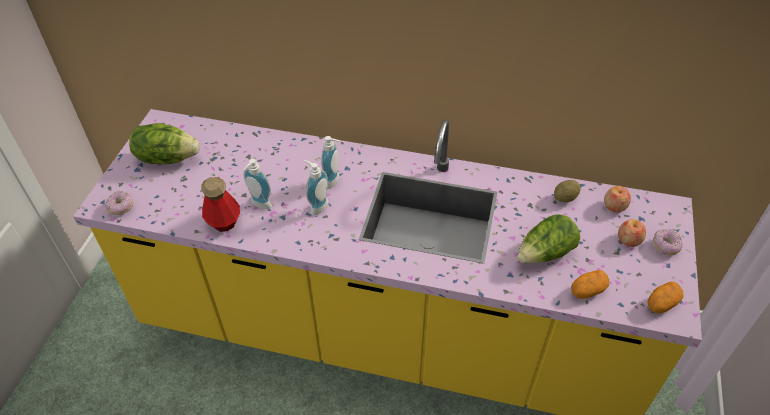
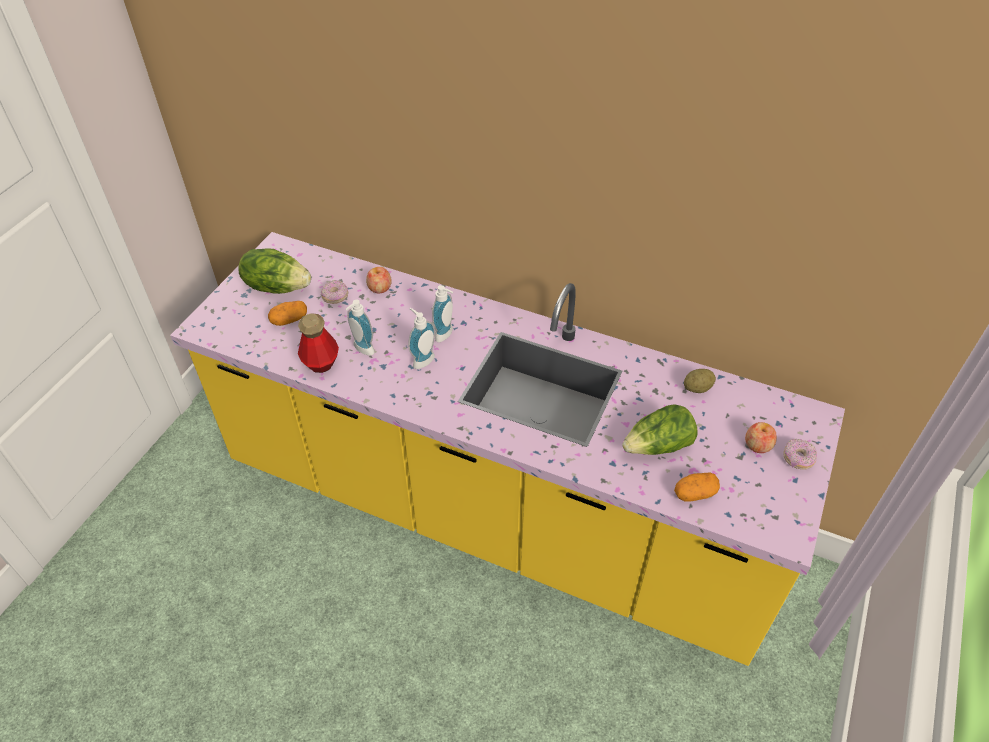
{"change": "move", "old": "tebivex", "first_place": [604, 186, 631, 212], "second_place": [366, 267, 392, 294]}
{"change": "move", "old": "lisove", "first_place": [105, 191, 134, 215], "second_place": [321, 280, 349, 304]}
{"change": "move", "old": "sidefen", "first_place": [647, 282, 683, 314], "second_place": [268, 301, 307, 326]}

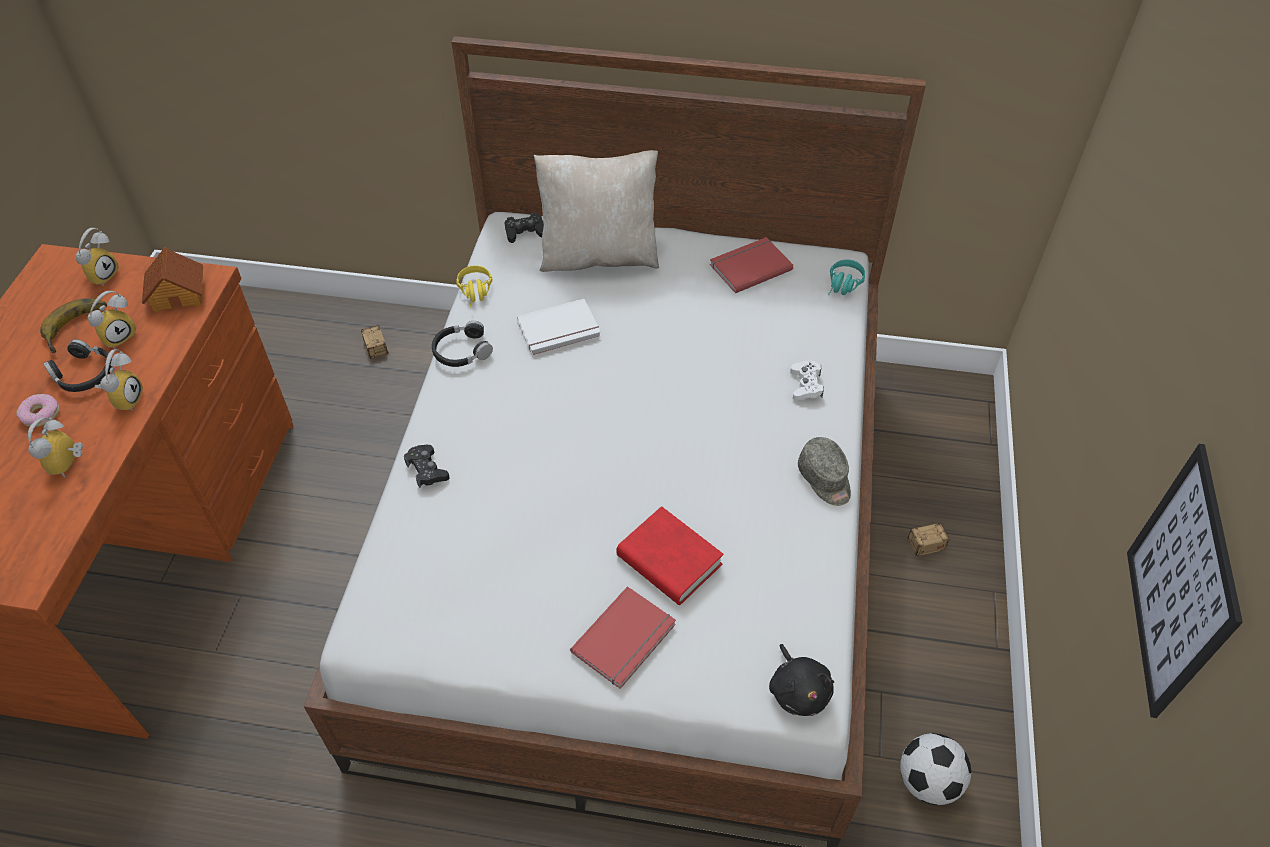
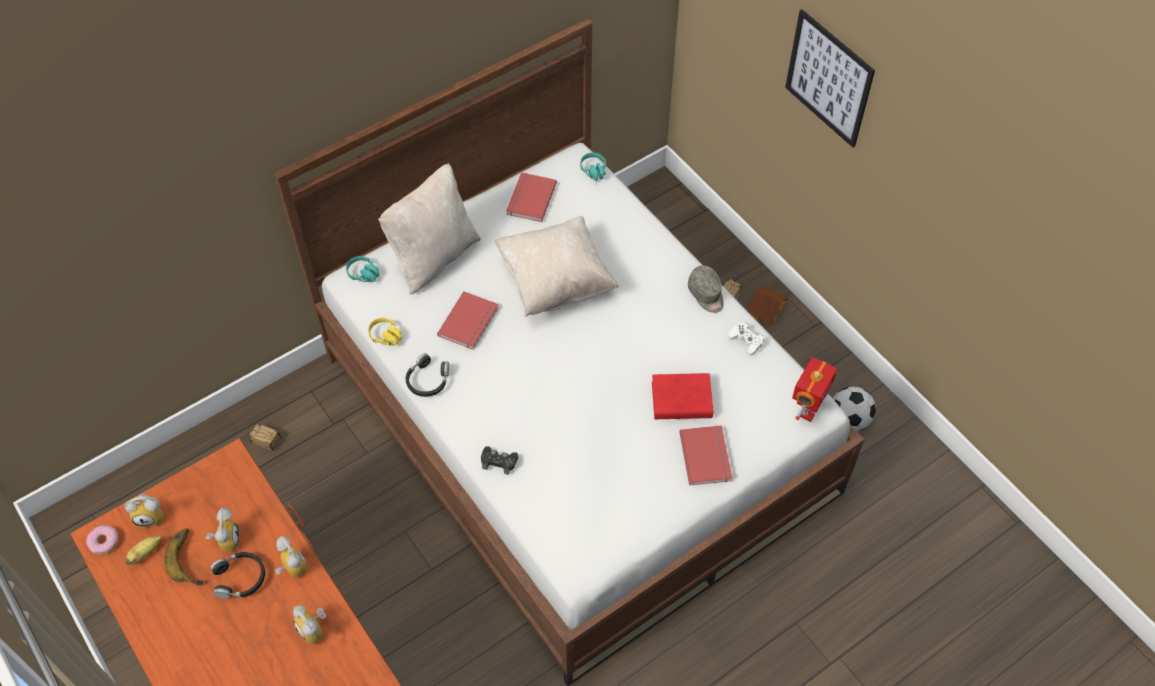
{"change": "replace", "old": "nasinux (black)", "new": "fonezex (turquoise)", "first_place": [505, 212, 544, 243], "second_place": [346, 256, 380, 284]}
{"change": "rotate", "old": "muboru", "first_place": [75, 228, 119, 286], "second_place": [124, 494, 164, 527], "degrees": 105}
{"change": "move", "old": "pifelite", "first_place": [142, 247, 203, 312], "second_place": [747, 286, 788, 327]}
{"change": "recolor", "old": "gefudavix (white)", "new": "gefudavix (red)", "first_place": [517, 299, 601, 356], "second_place": [437, 291, 499, 350]}
{"change": "move", "old": "nasinux (white)", "first_place": [790, 361, 824, 400], "second_place": [728, 322, 764, 356]}
{"change": "move", "old": "lisove", "first_place": [16, 394, 60, 427], "second_place": [86, 525, 119, 555]}
{"change": "rotate", "old": "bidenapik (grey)", "first_place": [798, 437, 851, 506], "second_place": [688, 266, 724, 313], "degrees": 45}
{"change": "move", "old": "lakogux", "first_place": [1127, 444, 1243, 718], "second_place": [785, 9, 875, 148]}
{"change": "replace", "old": "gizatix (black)", "new": "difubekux", "first_place": [769, 644, 834, 716], "second_place": [792, 357, 837, 422]}
{"change": "insert", "new": "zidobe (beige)", "second_place": [494, 216, 619, 317]}
{"change": "insert", "new": "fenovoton", "second_place": [125, 536, 162, 565]}

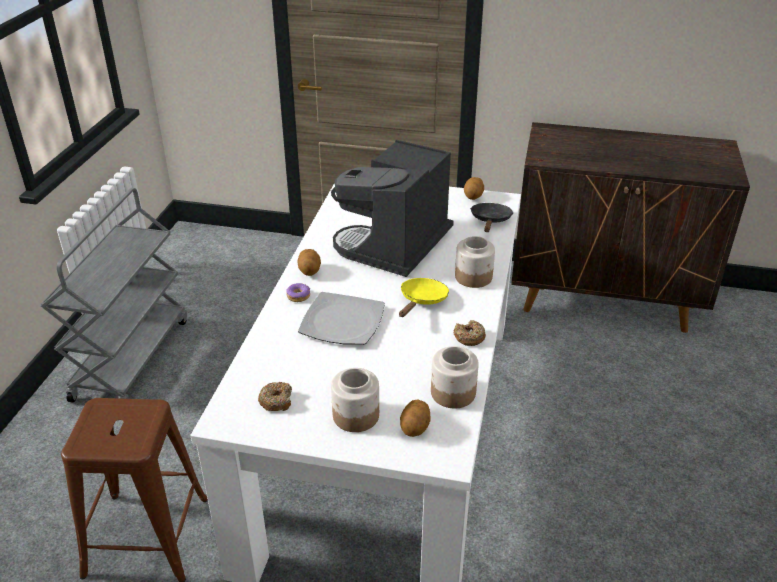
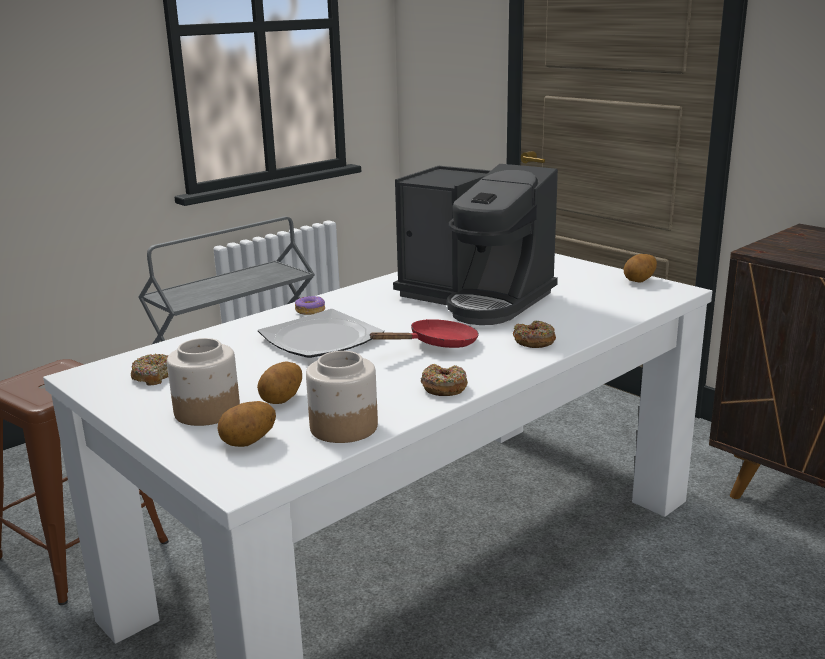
{"change": "rotate", "old": "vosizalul", "first_place": [331, 140, 454, 277], "second_place": [393, 164, 558, 325], "degrees": -120}
{"change": "delete", "old": "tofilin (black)", "first_place": [470, 203, 514, 232]}
{"change": "replace", "old": "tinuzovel", "new": "lisove", "first_place": [455, 236, 495, 288], "second_place": [513, 320, 556, 348]}
{"change": "move", "old": "sidefen", "first_place": [298, 249, 321, 276], "second_place": [257, 361, 302, 404]}
{"change": "recolor", "old": "tofilin (yellow)", "new": "tofilin (red)", "first_place": [399, 278, 449, 317], "second_place": [369, 319, 479, 348]}

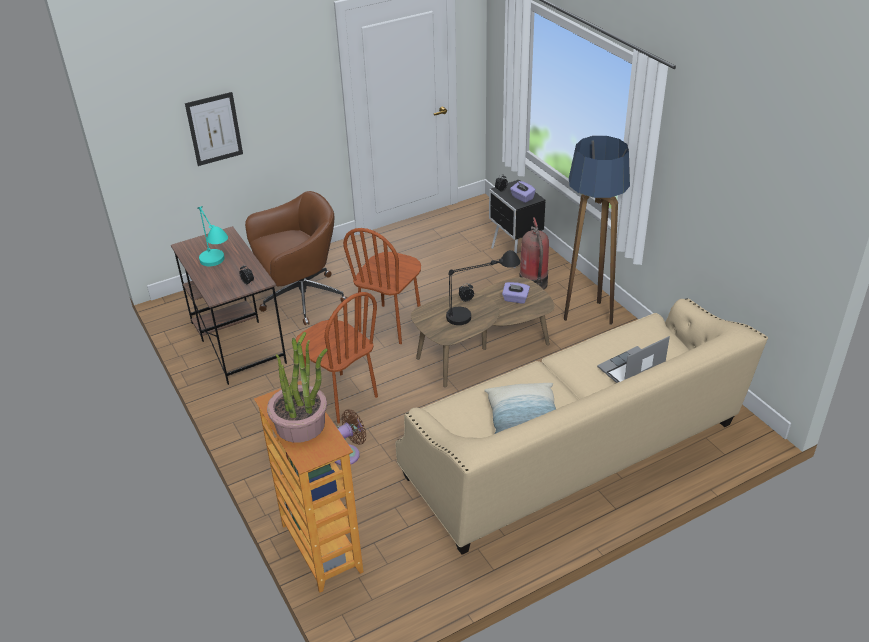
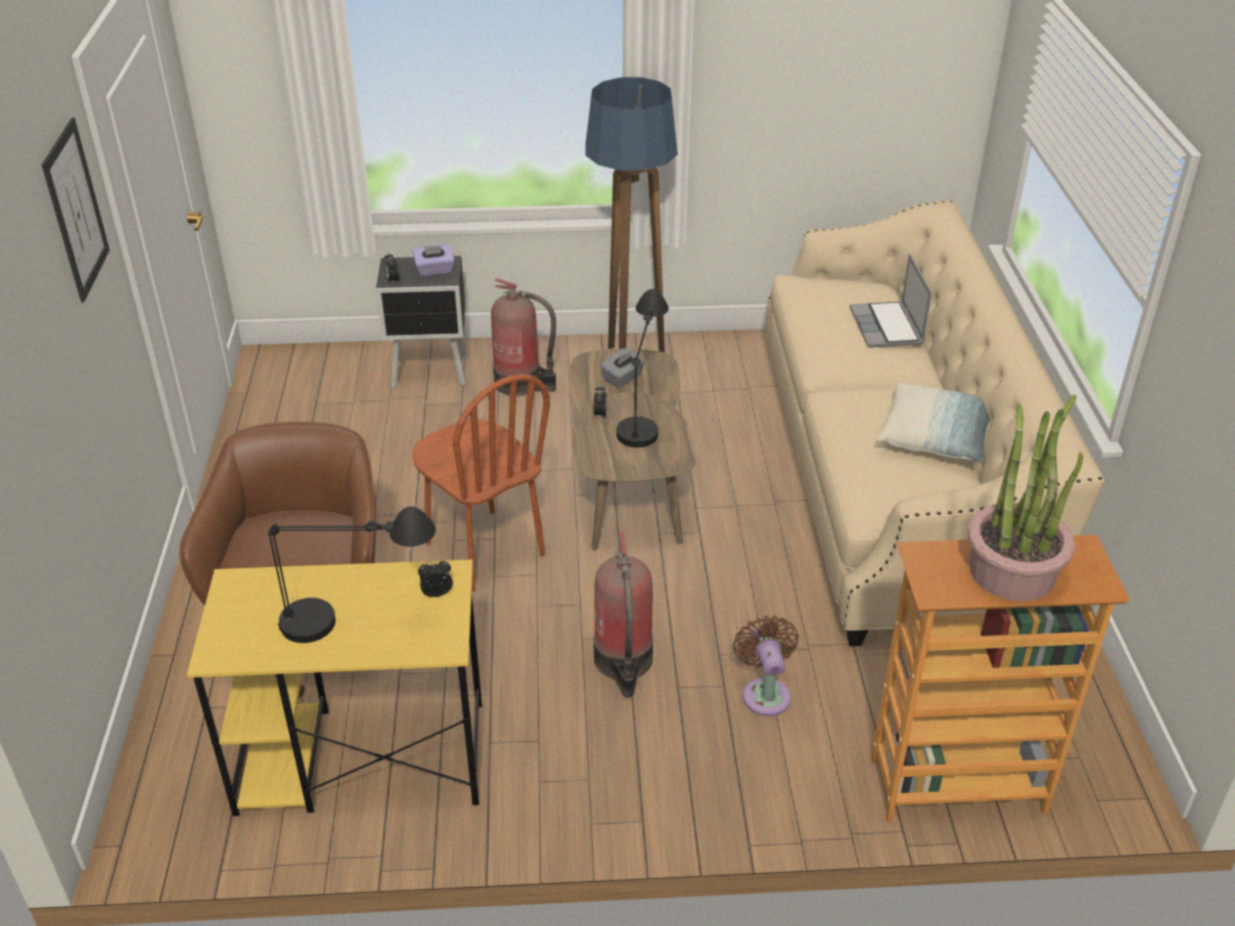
{"change": "move", "old": "lakogux", "first_place": [185, 92, 243, 166], "second_place": [42, 117, 110, 302]}
{"change": "recolor", "old": "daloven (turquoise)", "new": "daloven (black)", "first_place": [197, 206, 228, 266], "second_place": [267, 507, 436, 643]}
{"change": "recolor", "old": "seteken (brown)", "new": "seteken (yellow)", "first_place": [171, 226, 287, 385], "second_place": [187, 559, 482, 816]}
{"change": "recolor", "old": "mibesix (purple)", "new": "mibesix (grey)", "first_place": [502, 282, 530, 304], "second_place": [600, 348, 645, 388]}
{"change": "replace", "old": "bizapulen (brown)", "new": "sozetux", "first_place": [295, 292, 378, 423], "second_place": [594, 532, 653, 698]}

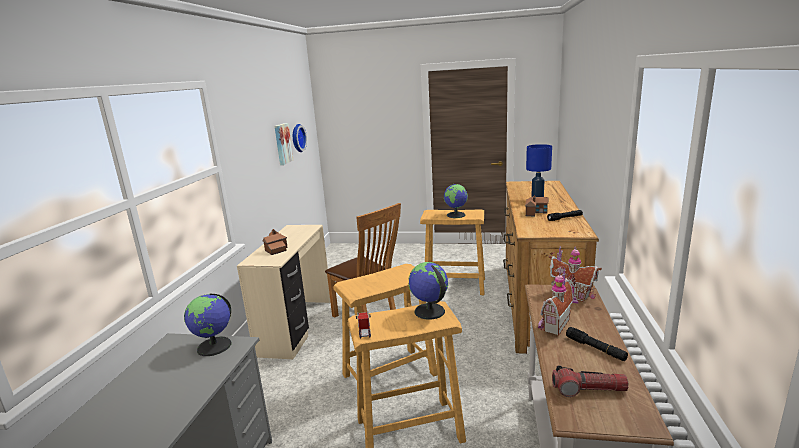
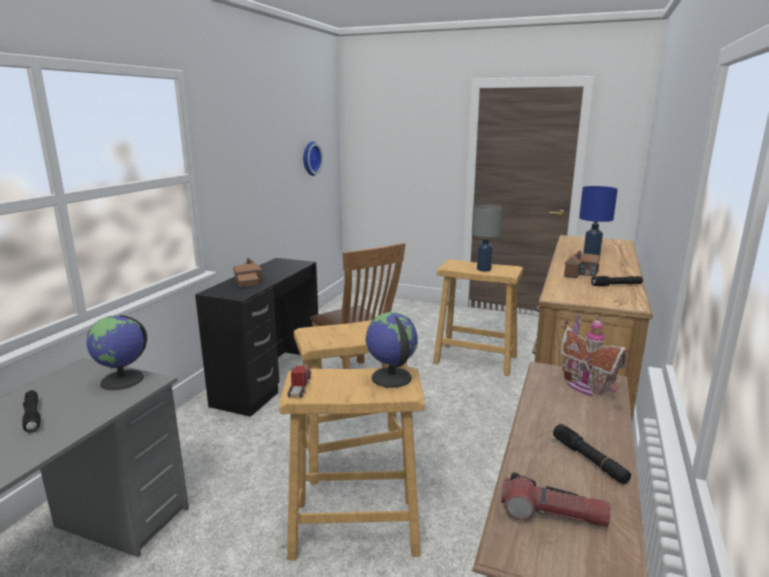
{"change": "delete", "old": "lakogux", "first_place": [274, 123, 293, 165]}
{"change": "replace", "old": "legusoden", "new": "daloven (grey)", "first_place": [444, 184, 468, 218], "second_place": [472, 205, 503, 271]}
{"change": "recolor", "old": "seteken (beige)", "new": "seteken (black)", "first_place": [237, 225, 330, 360], "second_place": [195, 258, 318, 417]}
{"change": "delete", "old": "pifelite", "first_place": [538, 268, 573, 336]}
{"change": "insert", "new": "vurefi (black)", "second_place": [22, 390, 41, 433]}

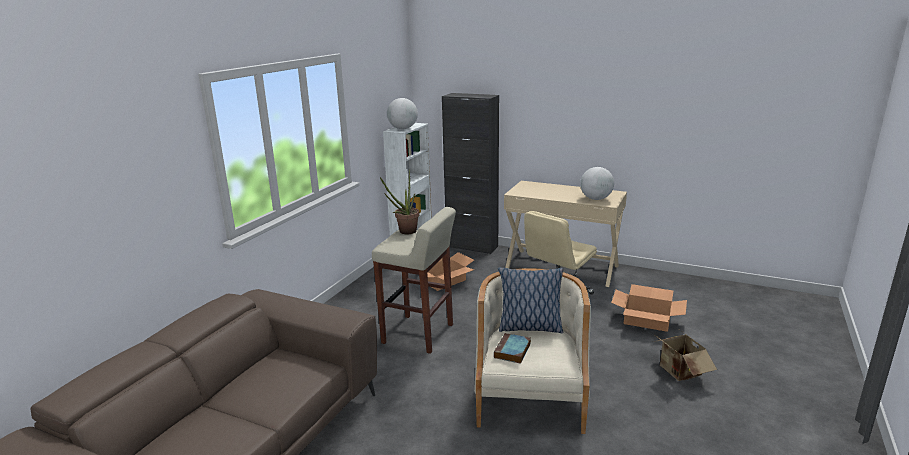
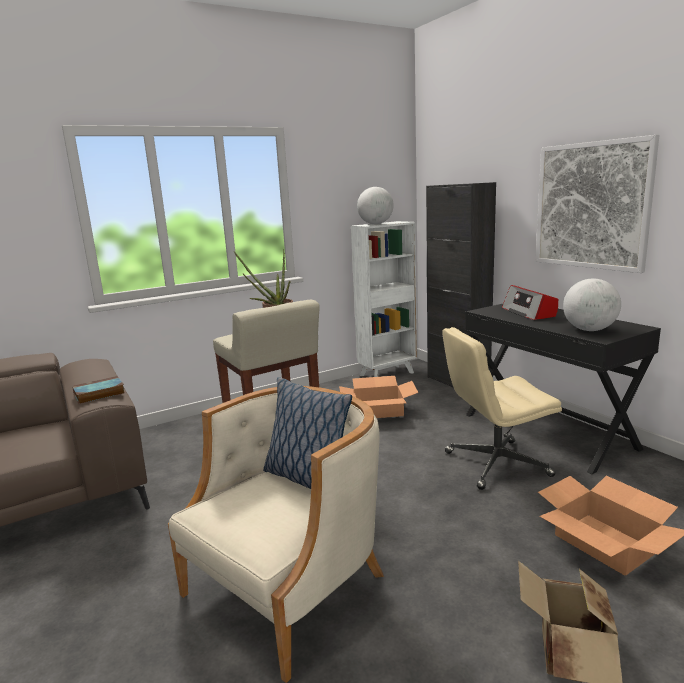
{"change": "recolor", "old": "seteken (beige)", "new": "seteken (black)", "first_place": [504, 181, 627, 287], "second_place": [465, 304, 661, 474]}
{"change": "move", "old": "gefudavix", "first_place": [494, 333, 531, 364], "second_place": [72, 376, 125, 404]}
{"change": "insert", "new": "lakogux", "second_place": [536, 135, 659, 273]}
{"change": "insert", "new": "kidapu", "second_place": [502, 285, 558, 320]}

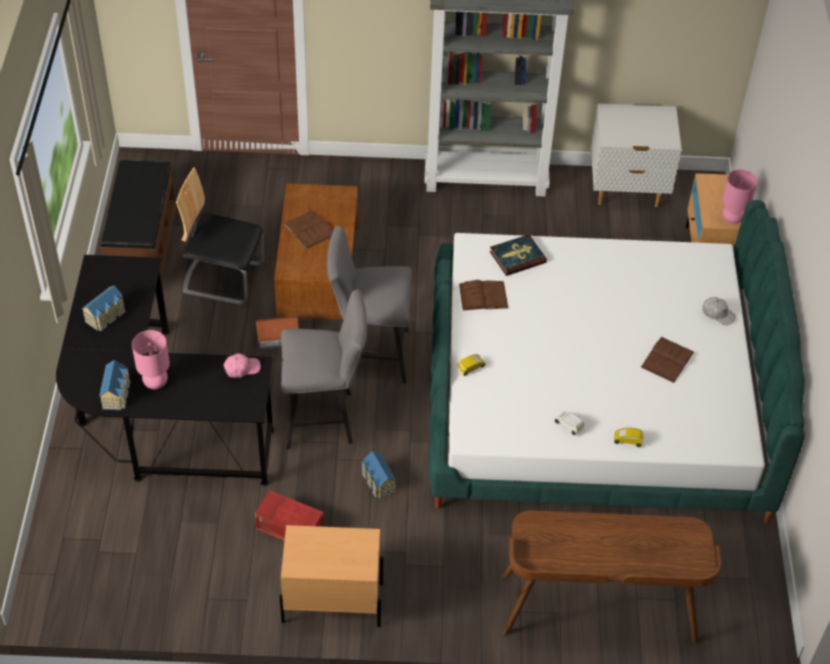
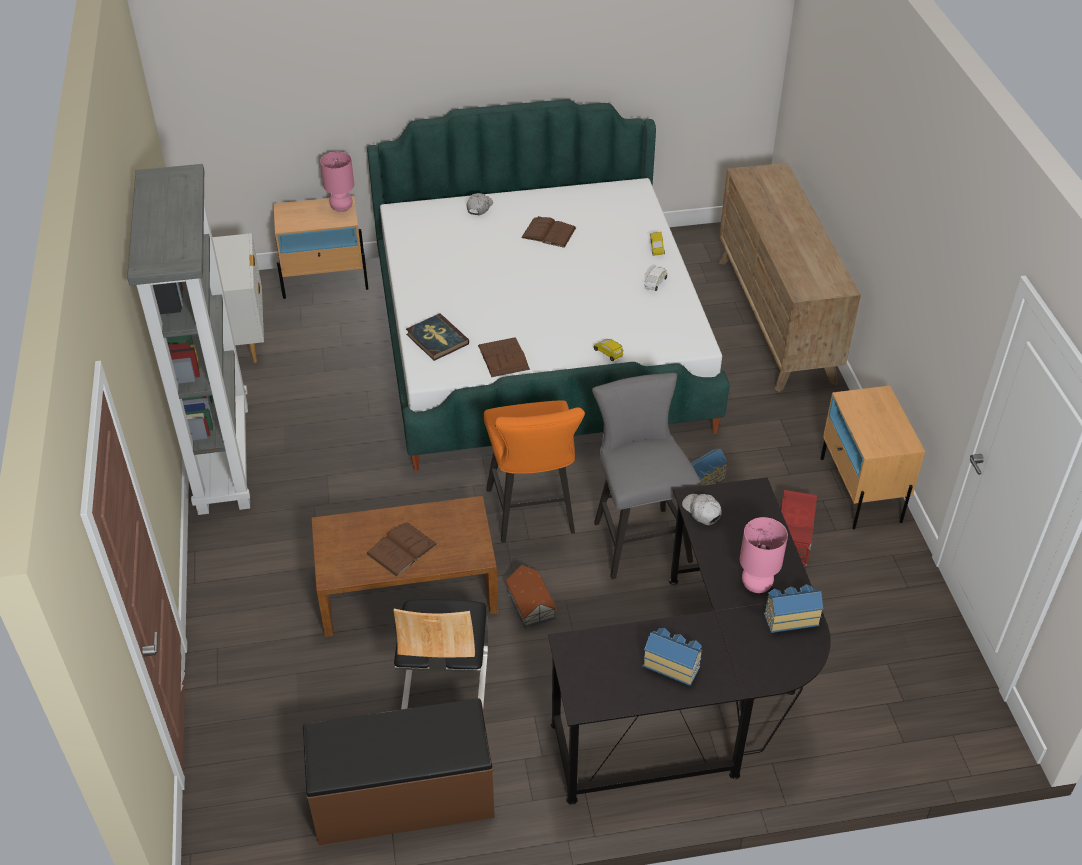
{"change": "recolor", "old": "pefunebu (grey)", "new": "pefunebu (orange)", "first_place": [327, 225, 412, 383], "second_place": [484, 400, 585, 543]}
{"change": "recolor", "old": "bidenapik (pink)", "new": "bidenapik (white)", "first_place": [223, 353, 261, 378], "second_place": [682, 494, 722, 525]}
{"change": "replace", "old": "seteken (brown)", "new": "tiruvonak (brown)", "first_place": [503, 511, 721, 644], "second_place": [719, 163, 861, 392]}

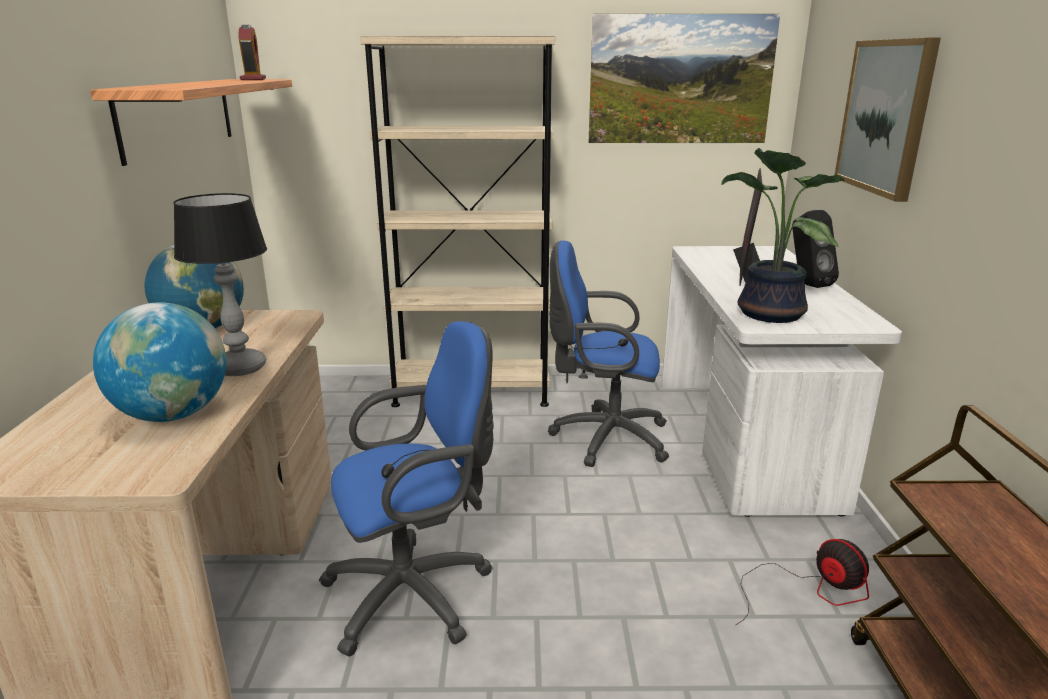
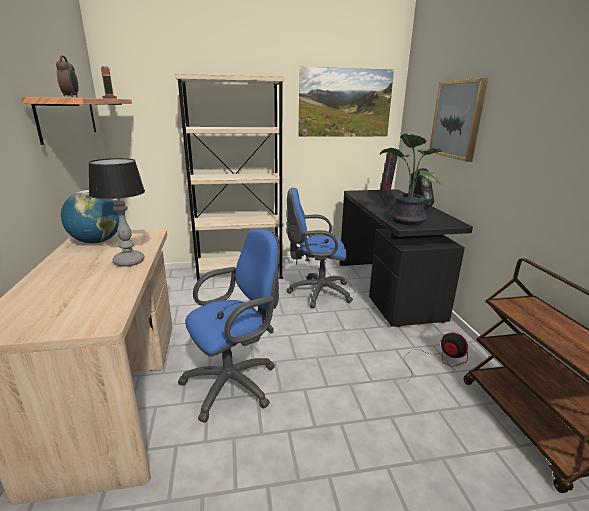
{"change": "recolor", "old": "seteken (white)", "new": "seteken (black)", "first_place": [662, 246, 902, 517], "second_place": [339, 189, 473, 327]}
{"change": "delete", "old": "legusoden", "first_place": [93, 302, 226, 422]}
{"change": "insert", "new": "muboru", "second_place": [56, 56, 79, 97]}

